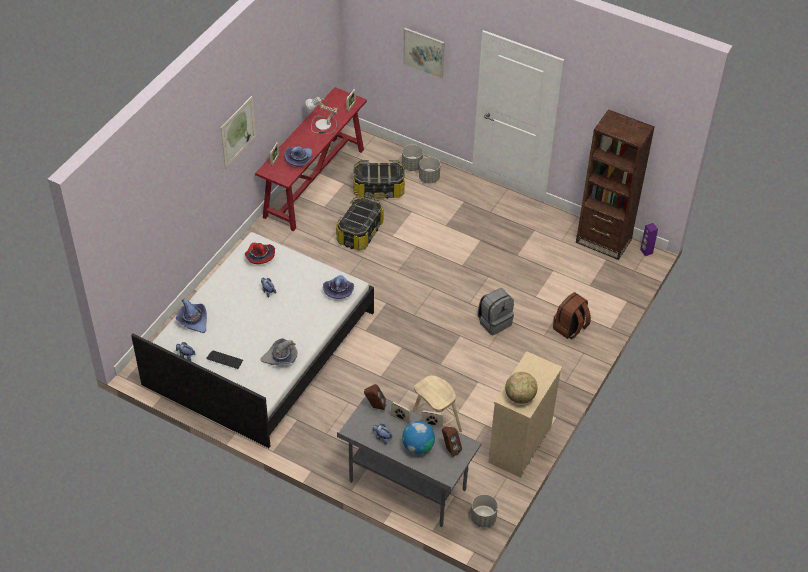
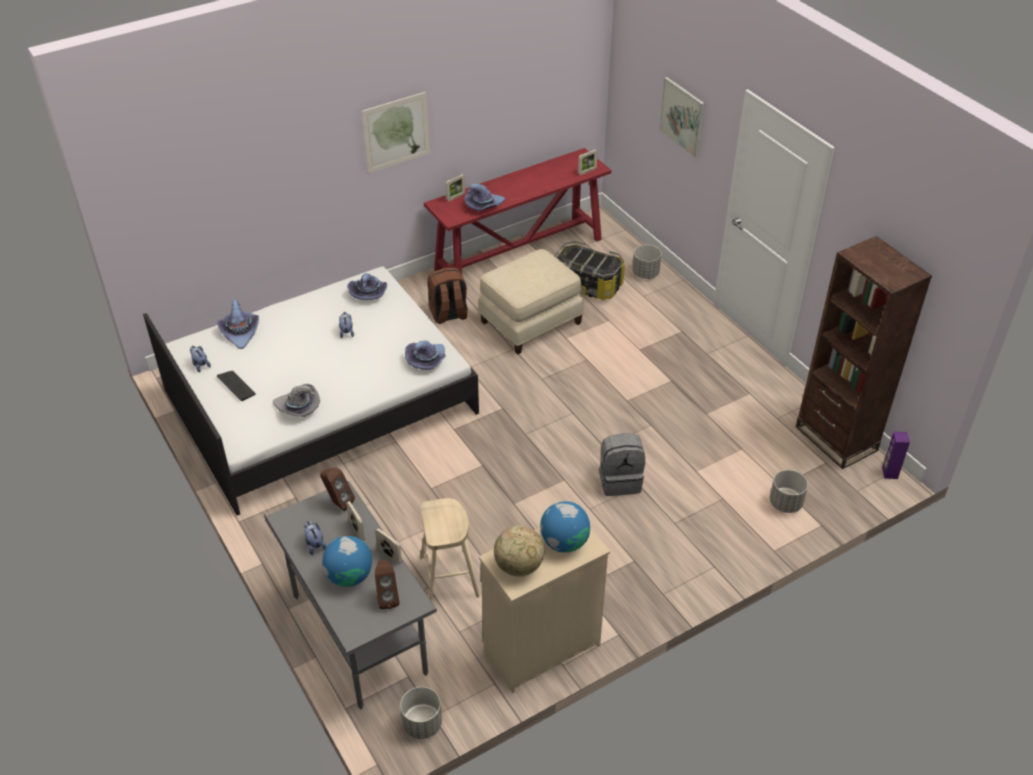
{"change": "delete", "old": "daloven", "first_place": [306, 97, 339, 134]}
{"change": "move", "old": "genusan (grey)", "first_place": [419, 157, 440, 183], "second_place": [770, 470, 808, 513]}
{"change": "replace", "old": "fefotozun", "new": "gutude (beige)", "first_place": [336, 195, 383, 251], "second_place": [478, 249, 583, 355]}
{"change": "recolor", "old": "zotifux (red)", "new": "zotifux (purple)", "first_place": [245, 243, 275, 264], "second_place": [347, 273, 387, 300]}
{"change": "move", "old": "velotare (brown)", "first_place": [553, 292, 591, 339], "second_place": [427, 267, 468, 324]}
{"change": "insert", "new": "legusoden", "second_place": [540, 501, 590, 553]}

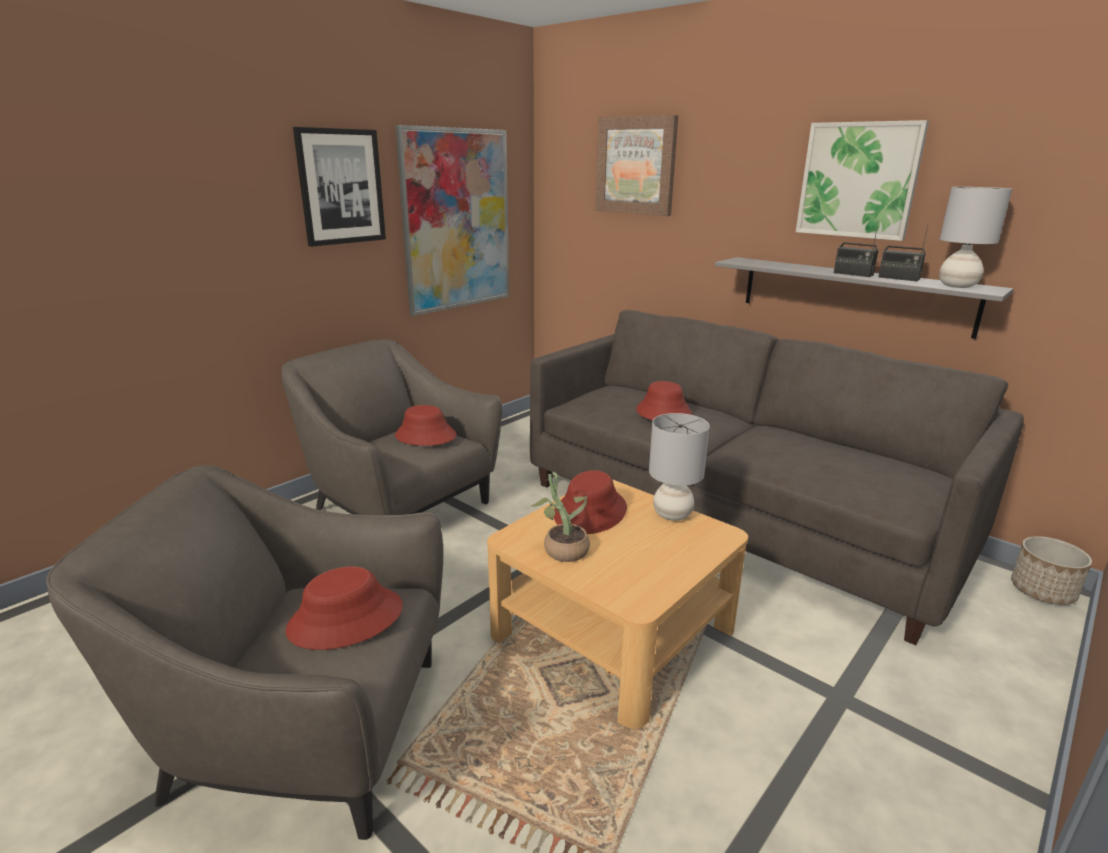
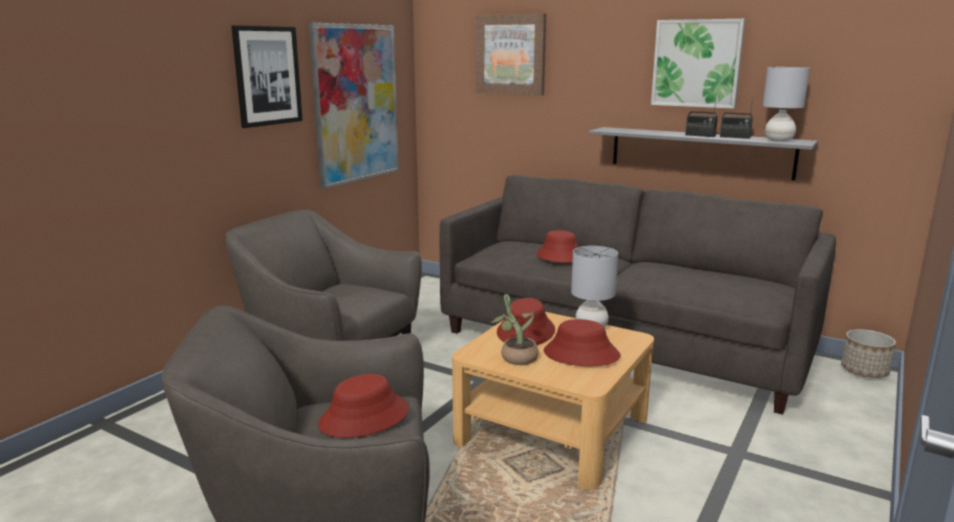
{"change": "move", "old": "zotifux (red)", "first_place": [395, 405, 457, 446], "second_place": [544, 319, 621, 366]}

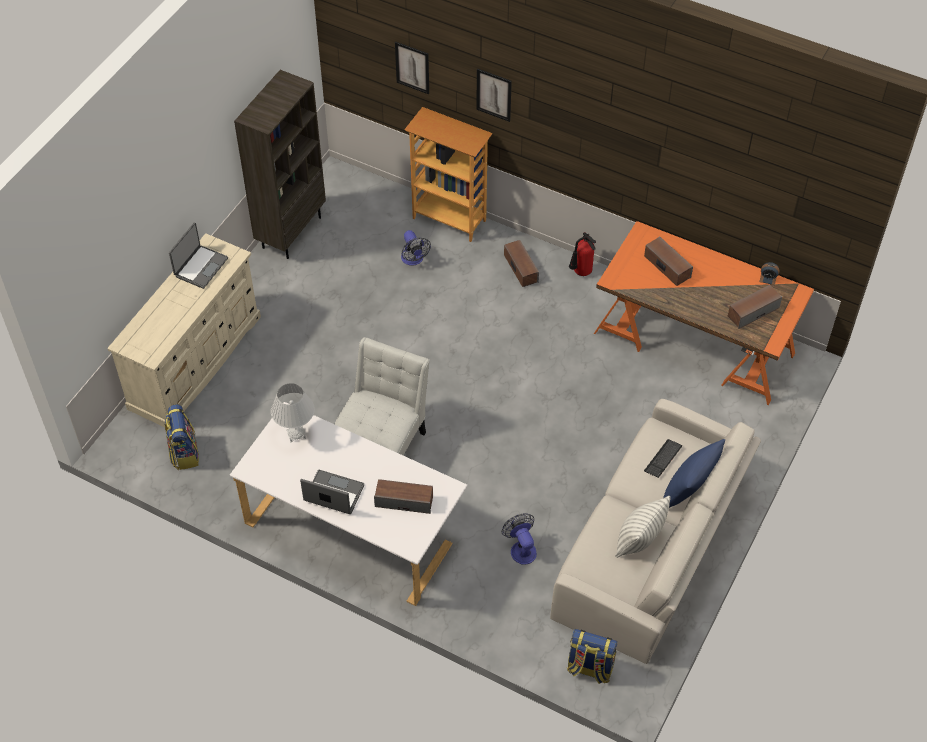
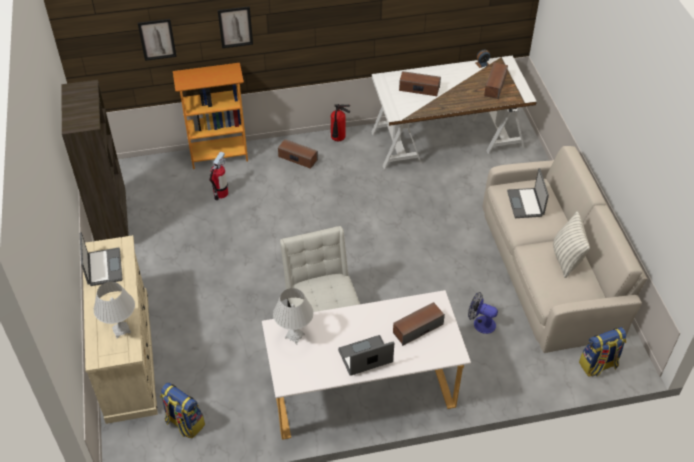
{"change": "recolor", "old": "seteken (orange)", "new": "seteken (white)", "first_place": [594, 221, 814, 405], "second_place": [372, 56, 537, 169]}
{"change": "replace", "old": "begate", "new": "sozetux", "first_place": [401, 230, 431, 266], "second_place": [209, 151, 228, 201]}
{"change": "replace", "old": "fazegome", "new": "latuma", "first_place": [644, 439, 682, 478], "second_place": [507, 168, 549, 218]}
{"change": "delete", "old": "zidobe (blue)", "first_place": [663, 439, 725, 508]}
{"change": "insert", "new": "daloven (white)", "second_place": [93, 282, 135, 338]}

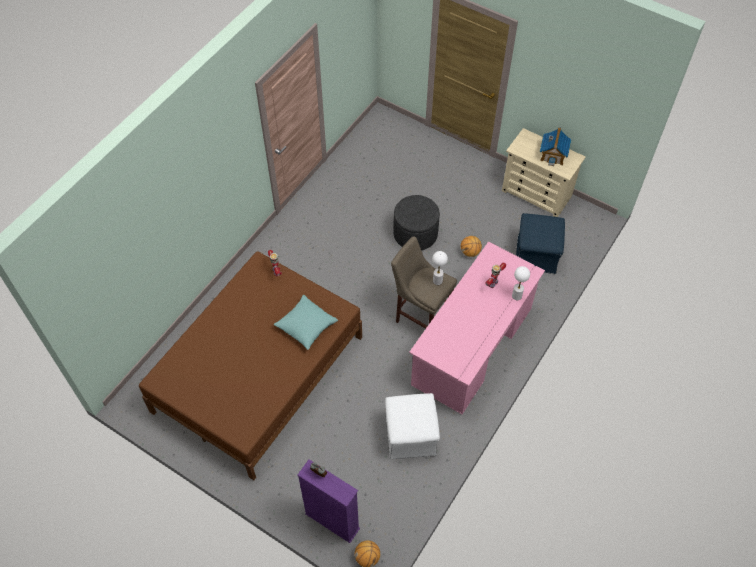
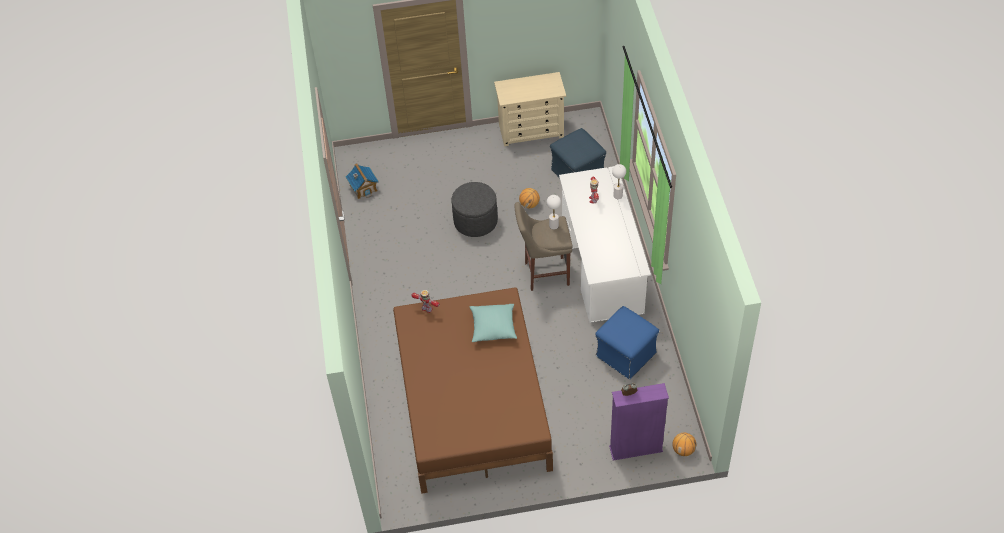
{"change": "move", "old": "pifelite", "first_place": [540, 127, 572, 166], "second_place": [346, 163, 379, 199]}
{"change": "recolor", "old": "seteken (pink)", "new": "seteken (white)", "first_place": [409, 242, 545, 414], "second_place": [559, 166, 651, 323]}
{"change": "recolor", "old": "gutude (white)", "new": "gutude (blue)", "first_place": [385, 393, 440, 459], "second_place": [595, 306, 659, 380]}

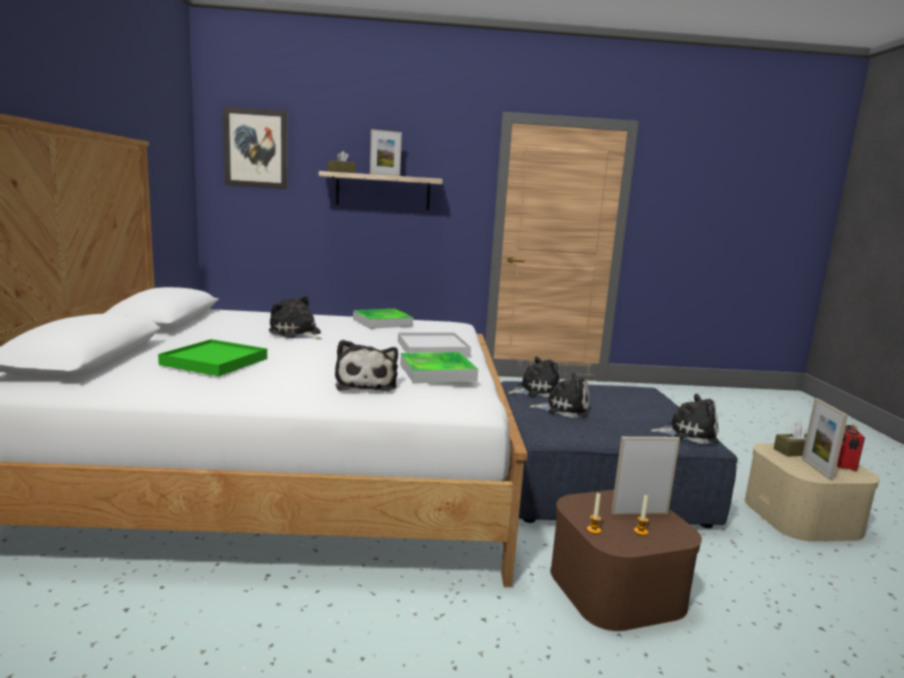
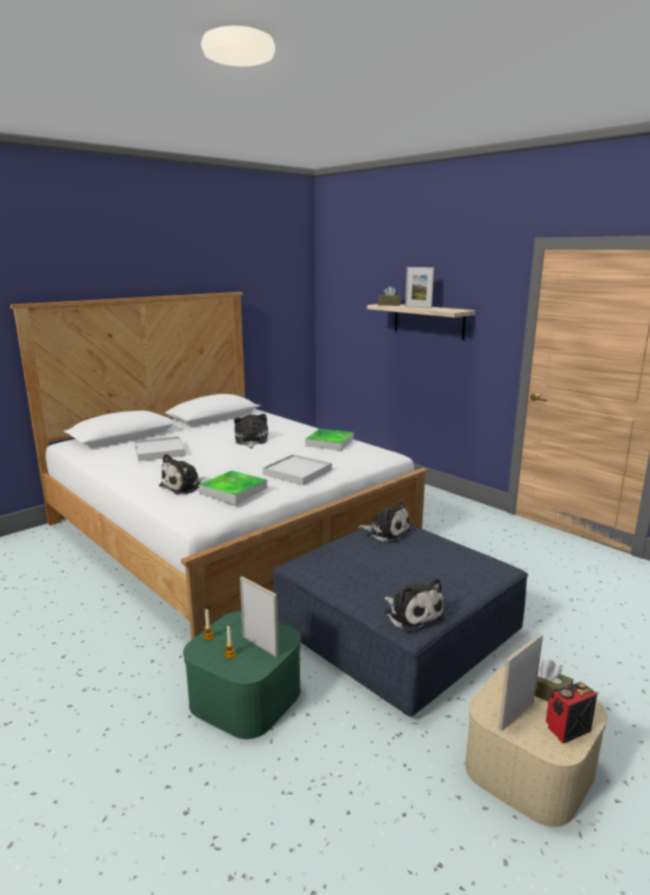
{"change": "delete", "old": "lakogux", "first_place": [223, 106, 288, 189]}
{"change": "recolor", "old": "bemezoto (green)", "new": "bemezoto (white)", "first_place": [158, 339, 267, 376], "second_place": [134, 436, 186, 461]}
{"change": "delete", "old": "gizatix", "first_place": [529, 373, 589, 418]}
{"change": "recolor", "old": "fefotozun (brown)", "new": "fefotozun (green)", "first_place": [550, 490, 702, 631], "second_place": [183, 611, 301, 739]}

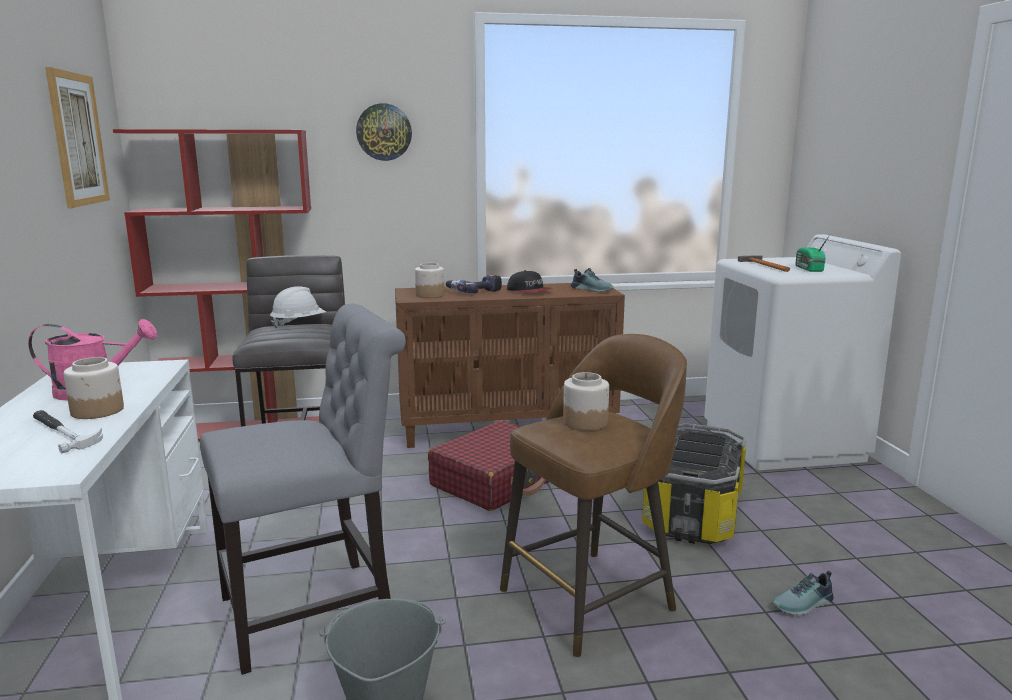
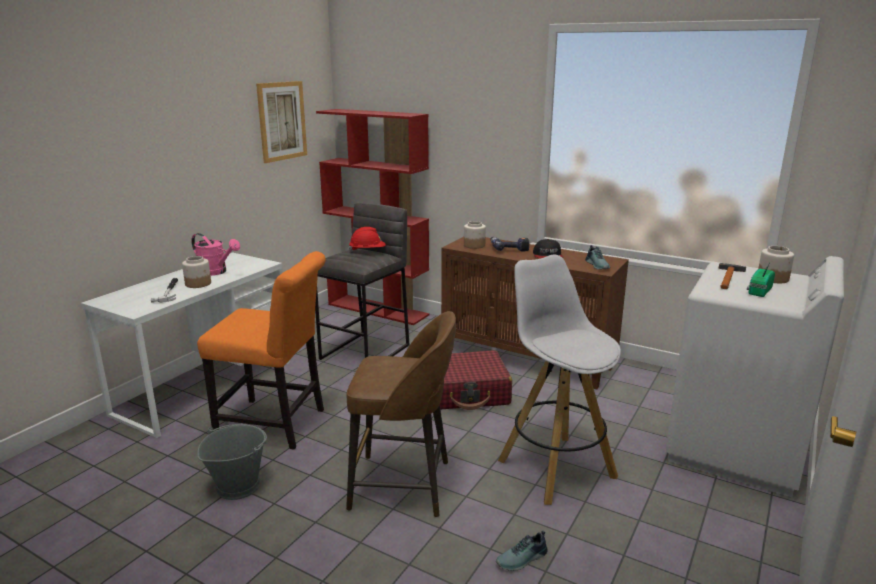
{"change": "delete", "old": "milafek", "first_place": [356, 103, 412, 161]}
{"change": "recolor", "old": "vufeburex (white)", "new": "vufeburex (red)", "first_place": [270, 286, 326, 328], "second_place": [349, 227, 386, 252]}
{"change": "recolor", "old": "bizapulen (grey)", "new": "bizapulen (orange)", "first_place": [200, 304, 406, 675], "second_place": [197, 251, 326, 449]}
{"change": "move", "old": "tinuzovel", "first_place": [563, 372, 609, 431], "second_place": [758, 246, 794, 283]}
{"change": "replace", "old": "fefotozun", "new": "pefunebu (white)", "first_place": [642, 423, 746, 544], "second_place": [498, 254, 621, 505]}
{"change": "rotate", "old": "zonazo", "first_place": [771, 570, 834, 615], "second_place": [496, 530, 548, 571], "degrees": -45}

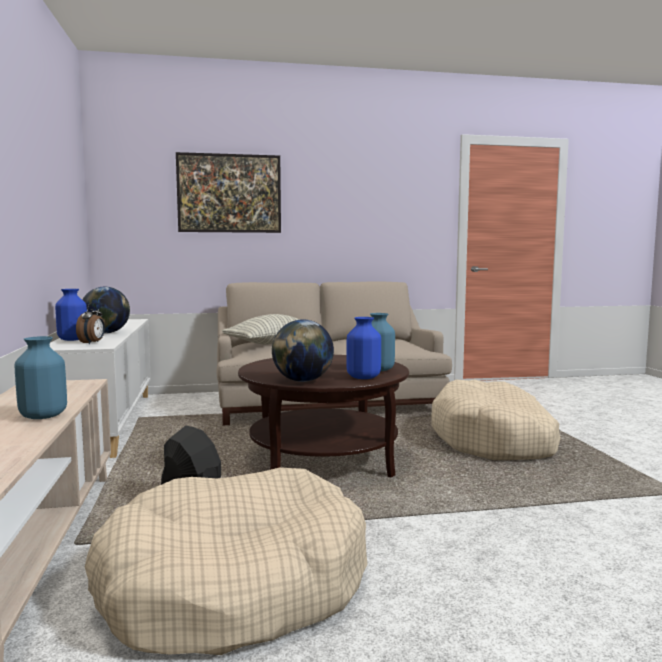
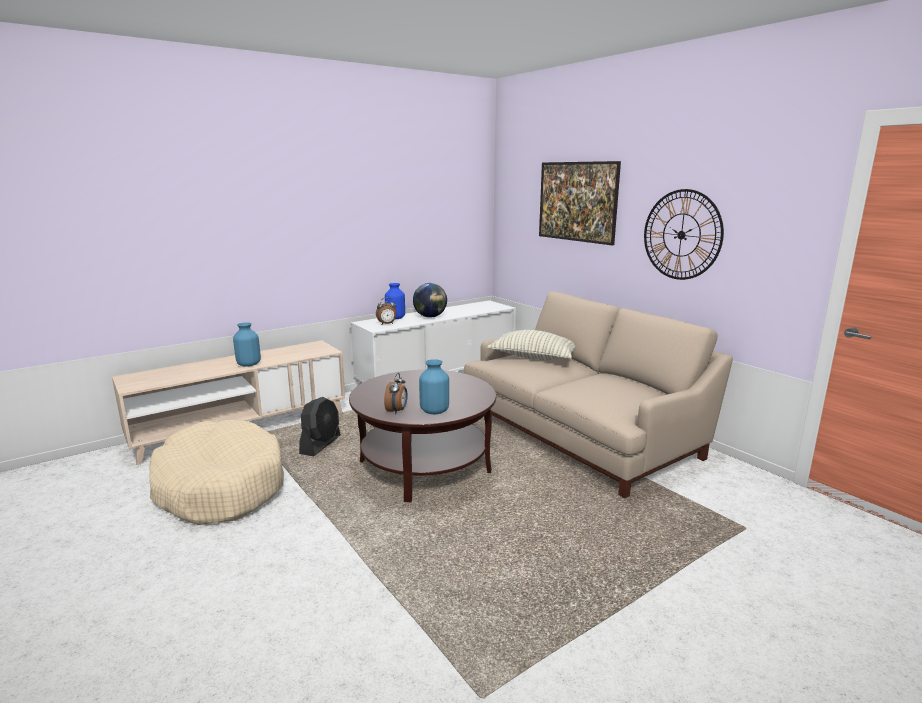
{"change": "replace", "old": "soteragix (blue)", "new": "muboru", "first_place": [346, 317, 381, 379], "second_place": [384, 373, 408, 414]}
{"change": "delete", "old": "legusoden", "first_place": [272, 319, 334, 382]}
{"change": "delete", "old": "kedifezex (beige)", "first_place": [431, 379, 561, 460]}
{"change": "insert", "new": "milafek", "second_place": [644, 189, 724, 280]}

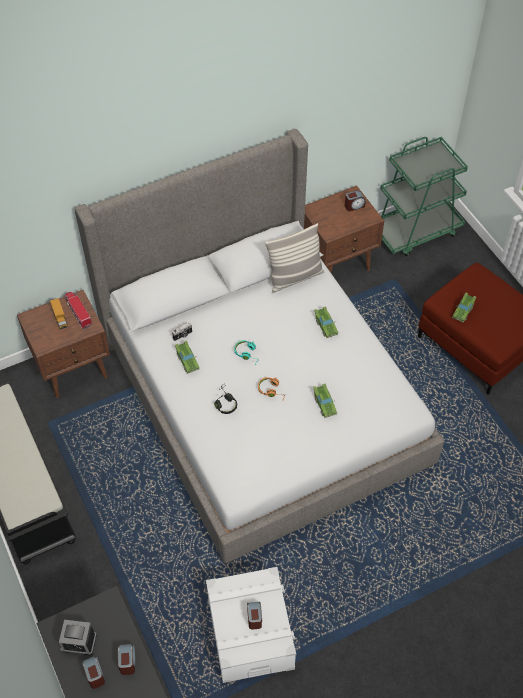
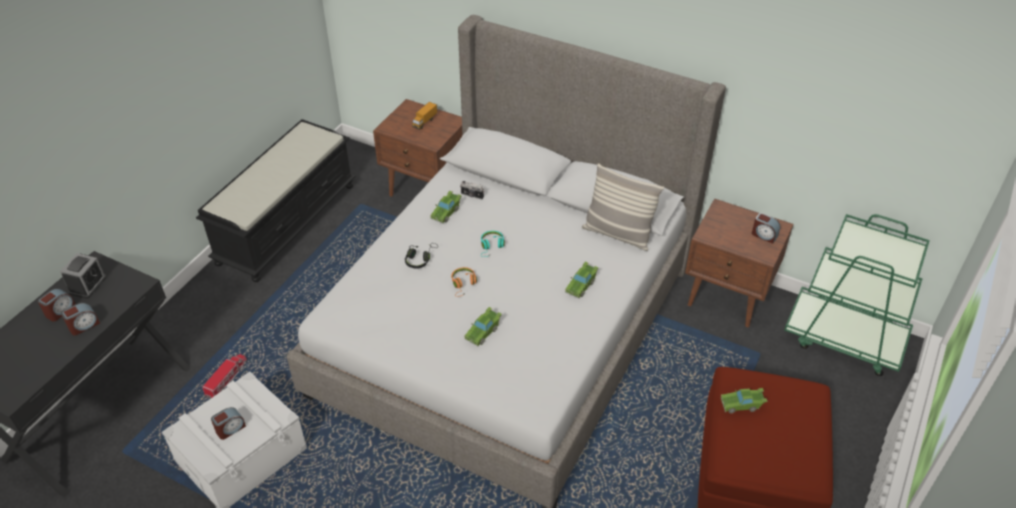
{"change": "move", "old": "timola", "first_place": [64, 292, 92, 329], "second_place": [202, 354, 247, 399]}
{"change": "rotate", "old": "muboru", "first_place": [58, 620, 97, 655], "second_place": [60, 253, 107, 299], "degrees": -135}

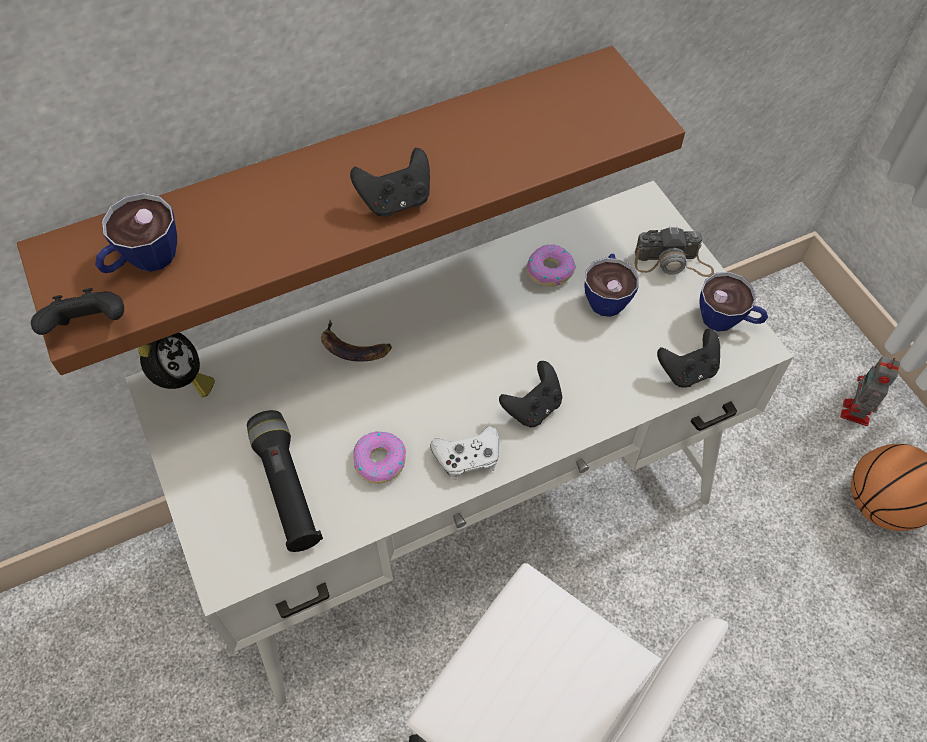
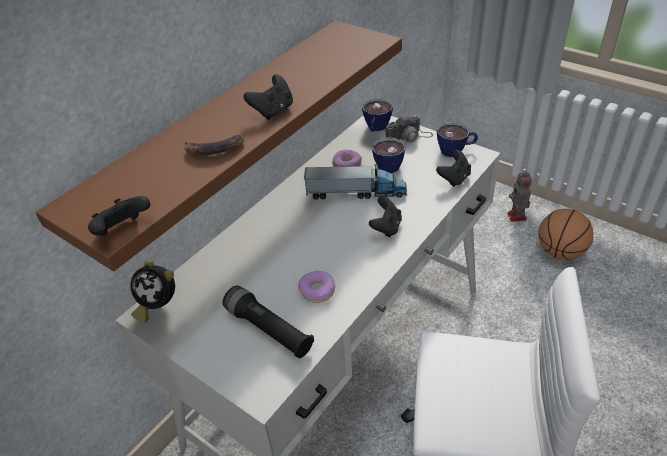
{"change": "move", "old": "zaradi", "first_place": [95, 193, 177, 273], "second_place": [362, 98, 393, 132]}
{"change": "move", "old": "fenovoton", "first_place": [321, 320, 392, 362], "second_place": [185, 134, 245, 155]}
{"change": "rotate", "old": "muboru", "first_place": [138, 332, 215, 398], "second_place": [131, 259, 175, 322], "degrees": 135}
{"change": "delete", "old": "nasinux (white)", "first_place": [430, 426, 499, 480]}
{"change": "insert", "new": "timola", "second_place": [304, 164, 407, 200]}

